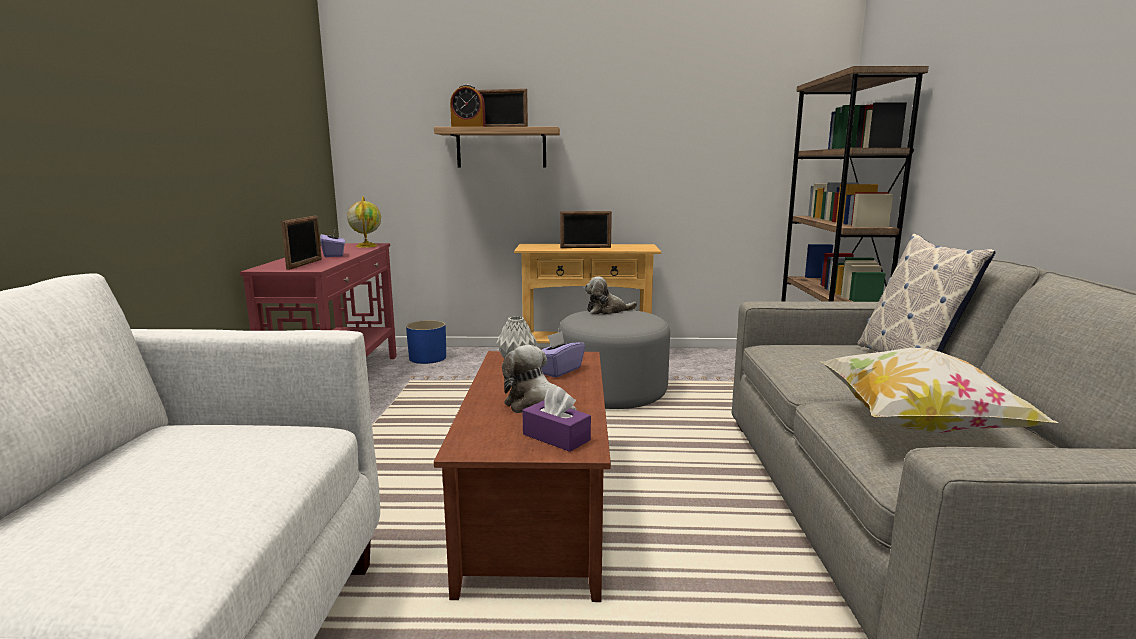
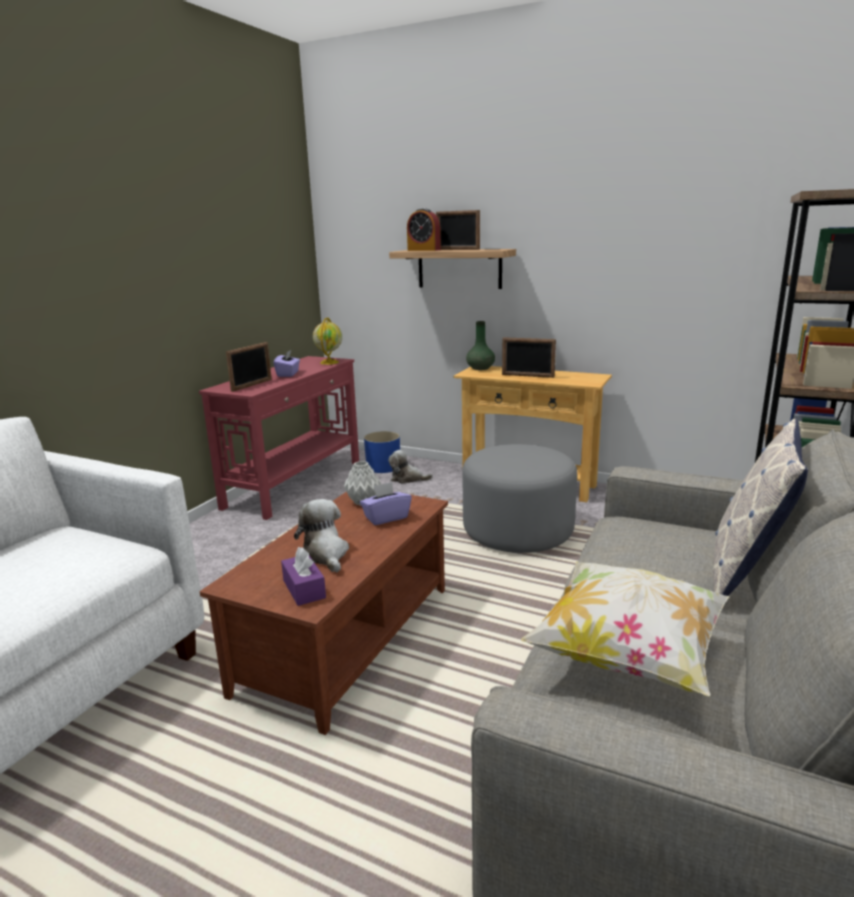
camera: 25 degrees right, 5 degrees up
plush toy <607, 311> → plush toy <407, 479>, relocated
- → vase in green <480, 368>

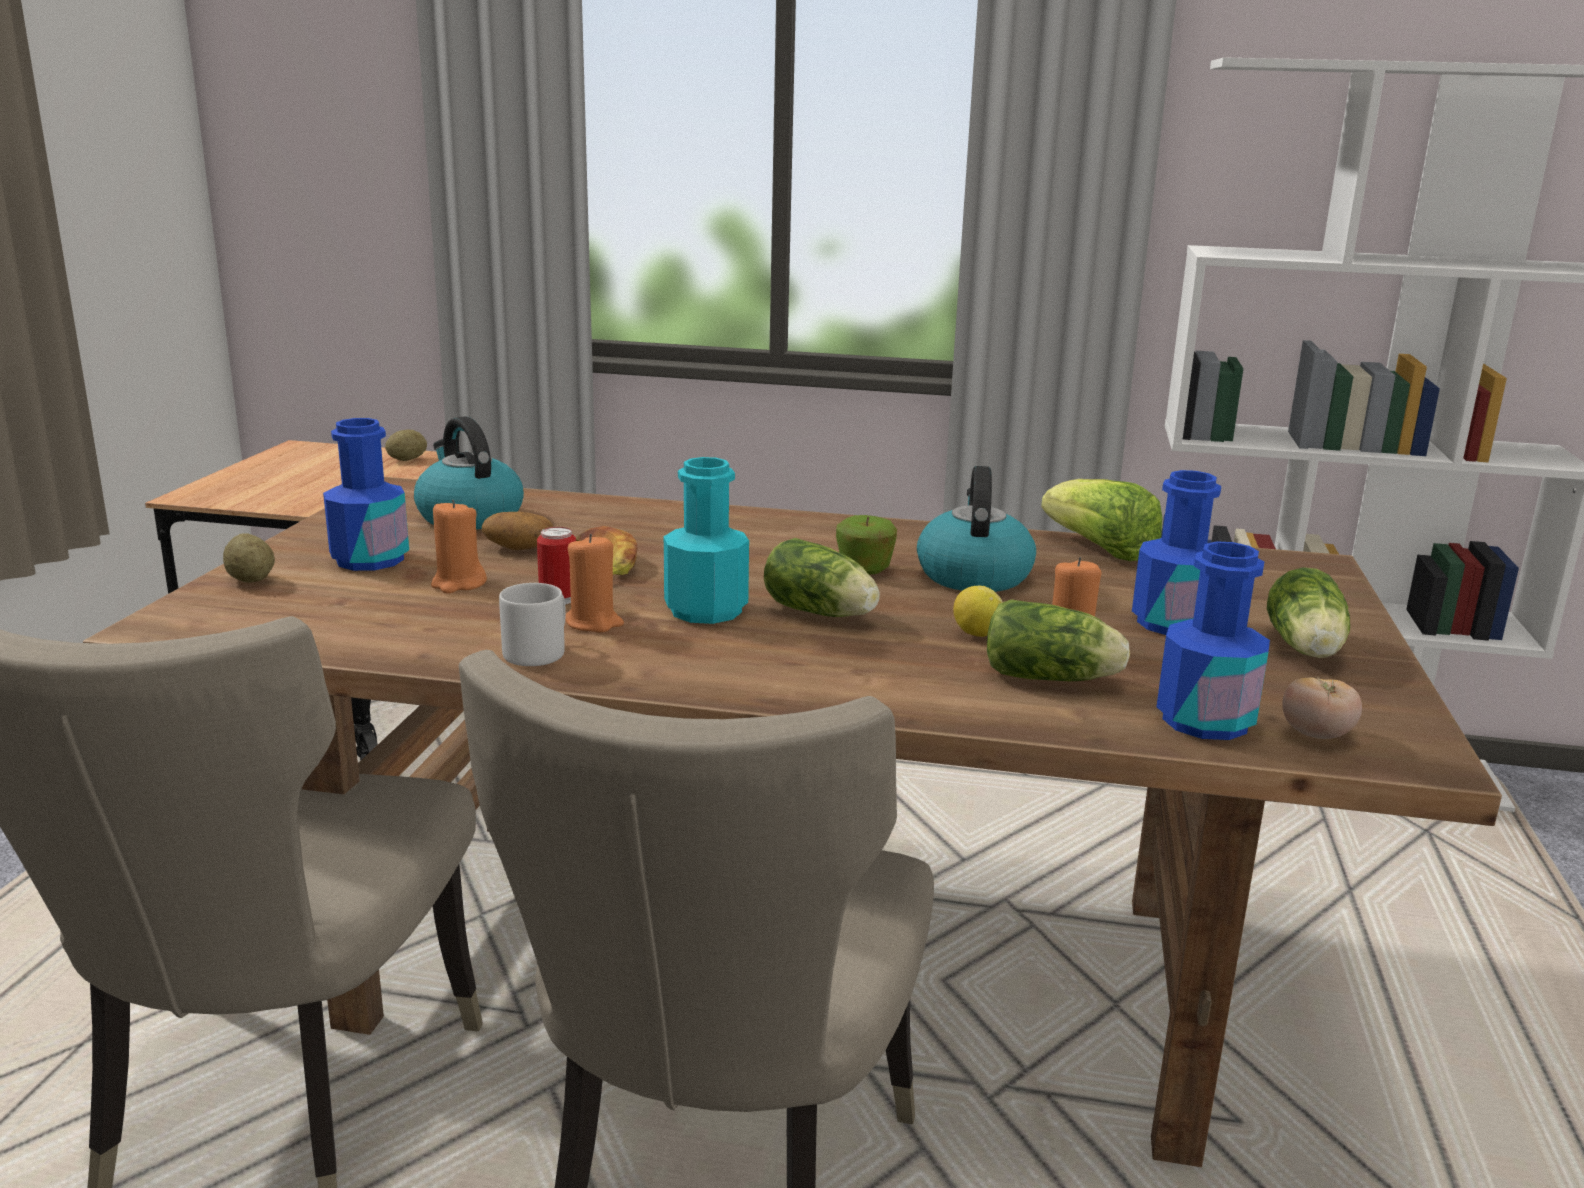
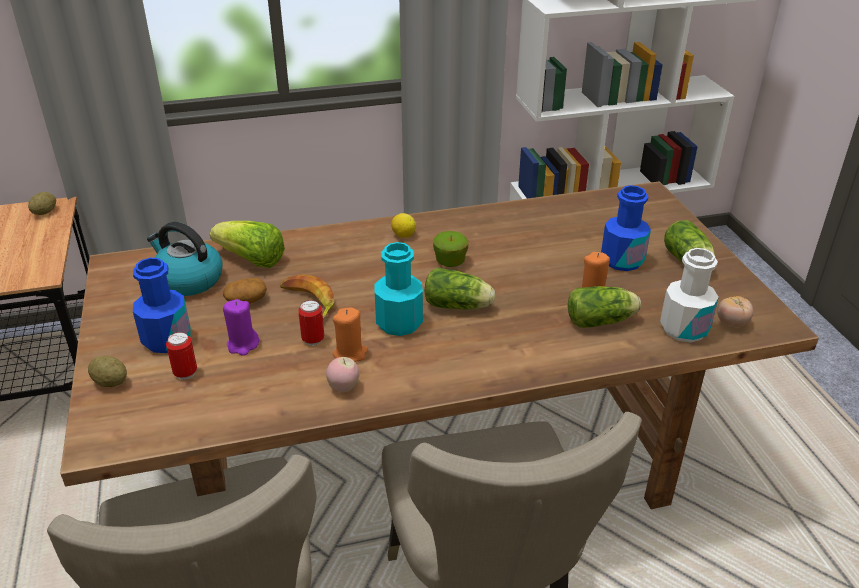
camera: 25 degrees left, 15 degrees up
- → can <185, 373>
lettuce <1100, 550> → lettuce <251, 260>, relocated
candle in orange <458, 584> → candle in purple <243, 345>
mug in grey <539, 652> → apple <343, 387>
lemon <976, 634> → lemon <403, 235>, relocated
bottle in blue <1205, 721> → bottle in white <684, 329>
kettle <973, 575> → -

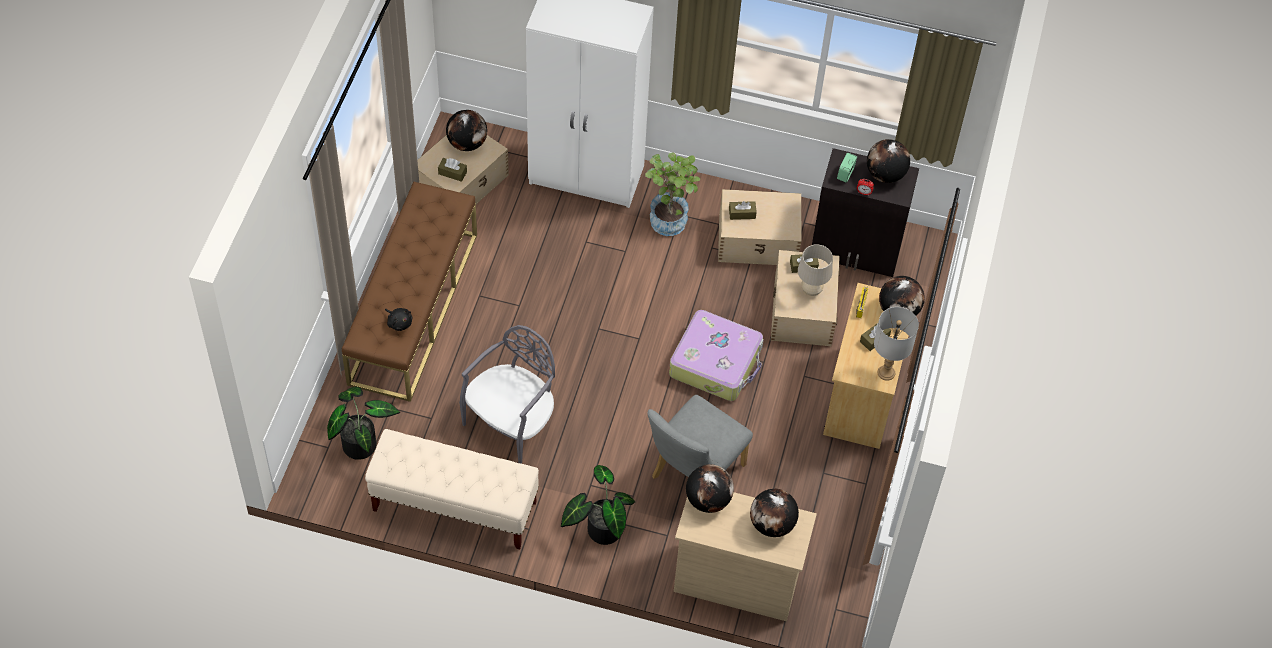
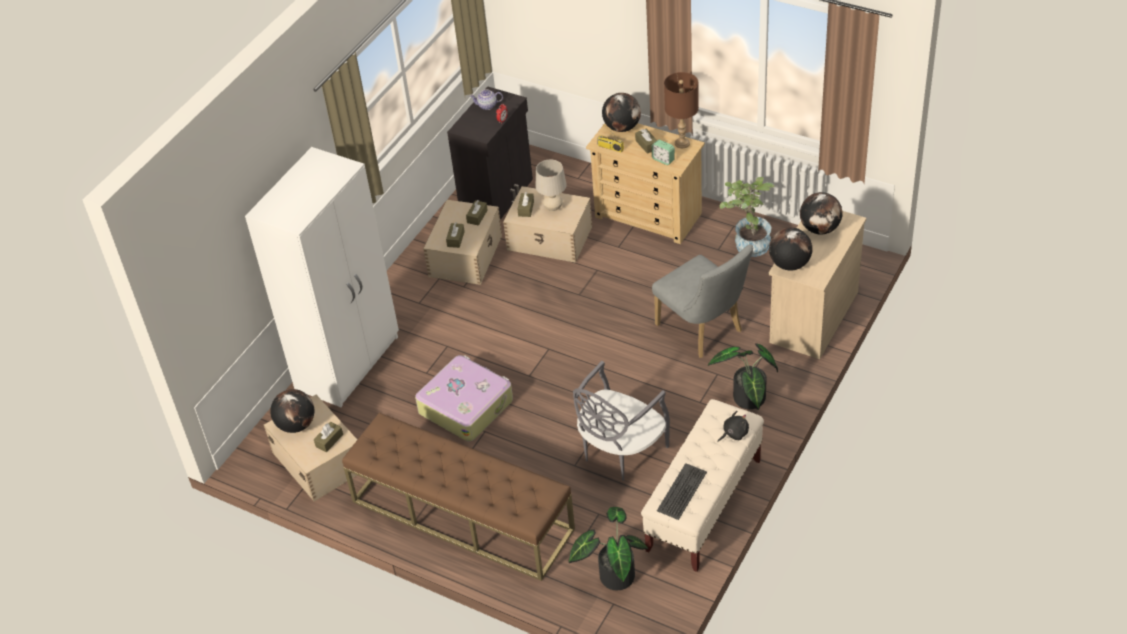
camera: 70 degrees left, 10 degrees down
suitcase <716, 362> → suitcase <466, 405>, relocated
- → tissue box in brown <477, 216>
globe <885, 175> → teapot <487, 105>
chair in grey <512, 424> → chair in grey <620, 451>, 105 degrees counterclockwise
alarm clock <845, 174> → alarm clock <663, 159>, relocated
- → keyboard <682, 492>
table lamp in grey <886, 373> → table lamp in brown <682, 143>
plush toy in black <399, 322> → plush toy in black <734, 433>, relocated
potted plant <670, 217> → potted plant <747, 243>, relocated

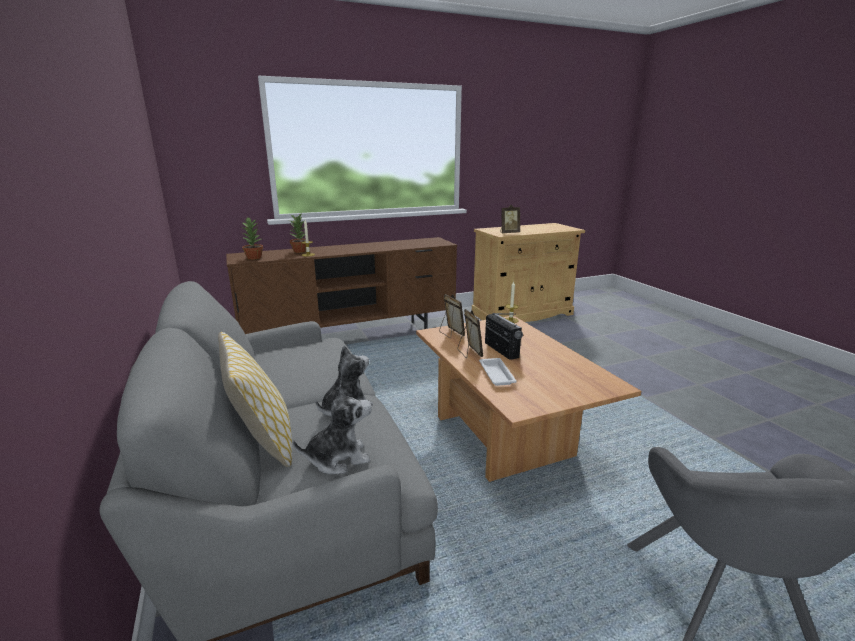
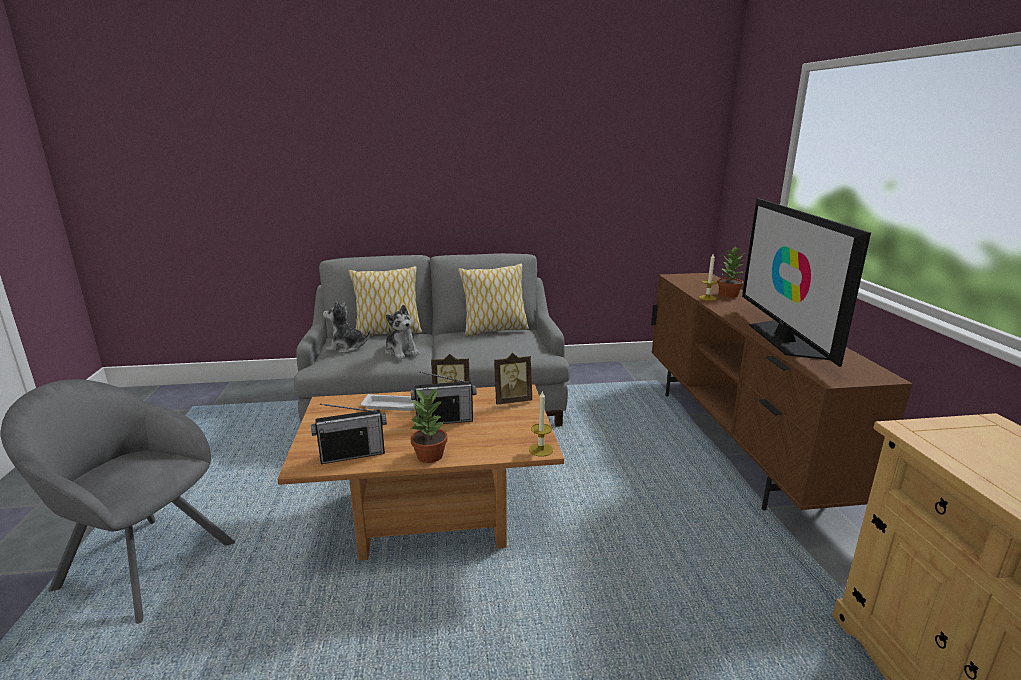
camera: 105 degrees right, 0 degrees up
- → radio <352, 455>
plush toy <338, 458> → plush toy <347, 347>, 105 degrees clockwise
potted plant <254, 258> → potted plant <430, 456>, relocated
- → pillow <494, 330>
- → television <784, 339>
picture frame <508, 233> → -

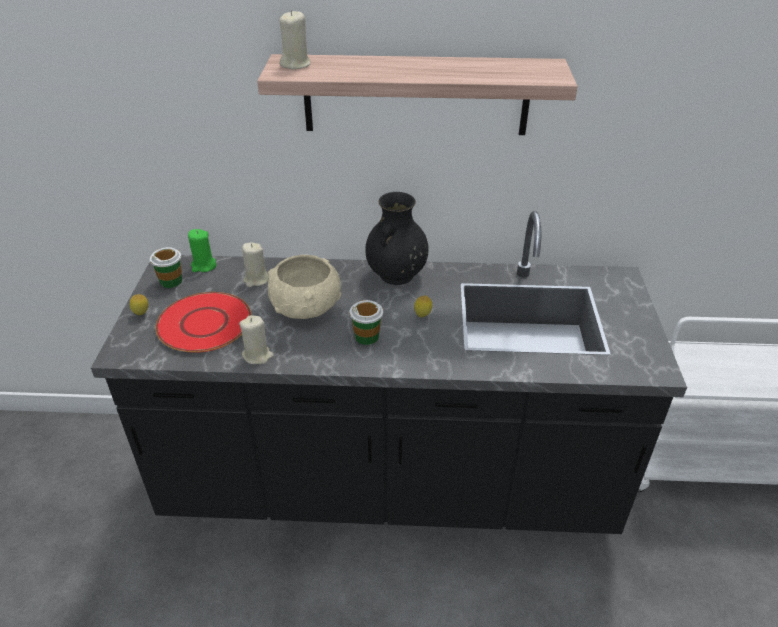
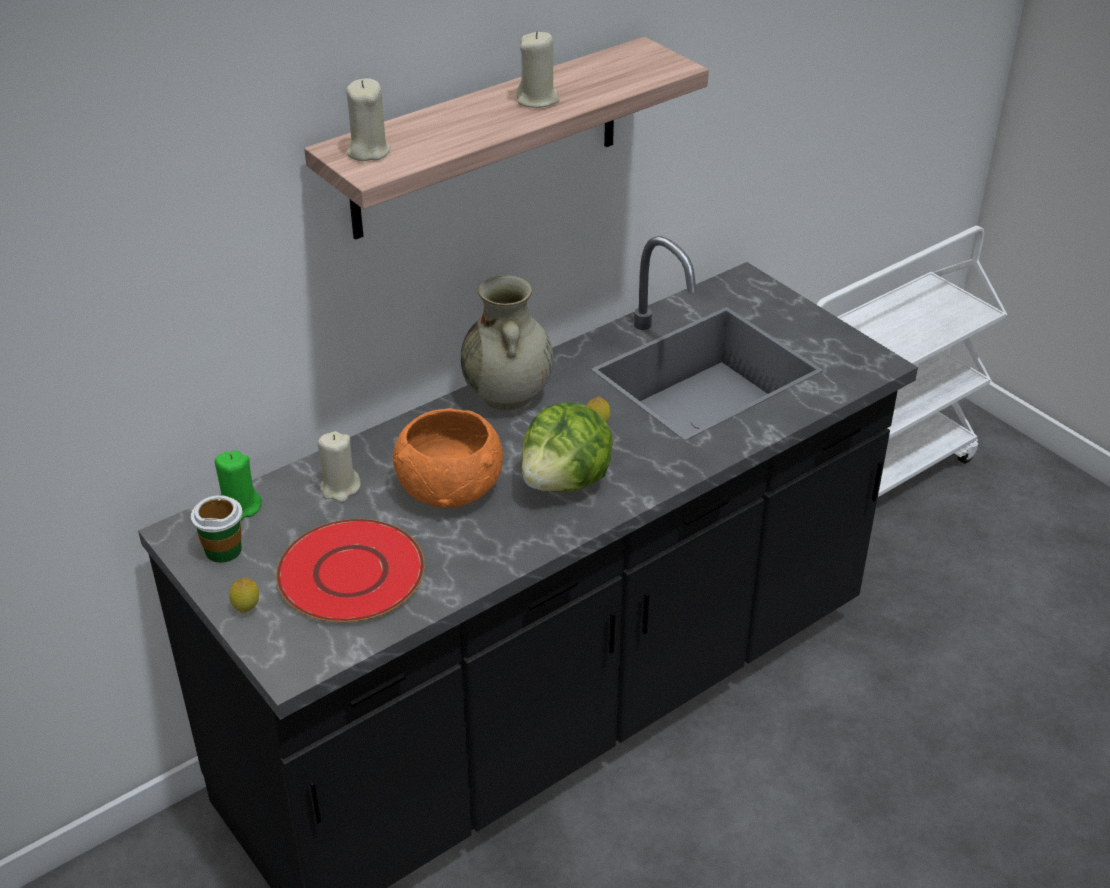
camera: 40 degrees left, 0 degrees up
bowl in beige <305, 307> → bowl in orange <449, 487>
vase in black <396, 276> → vase in beige <508, 396>
candle in beige <257, 355> → candle in beige <538, 100>, relocated
cup <367, 337> → lettuce <566, 482>

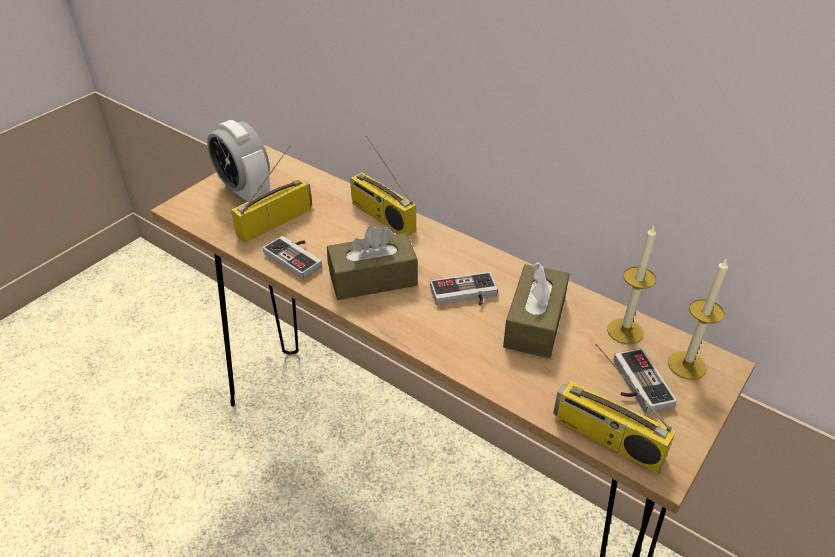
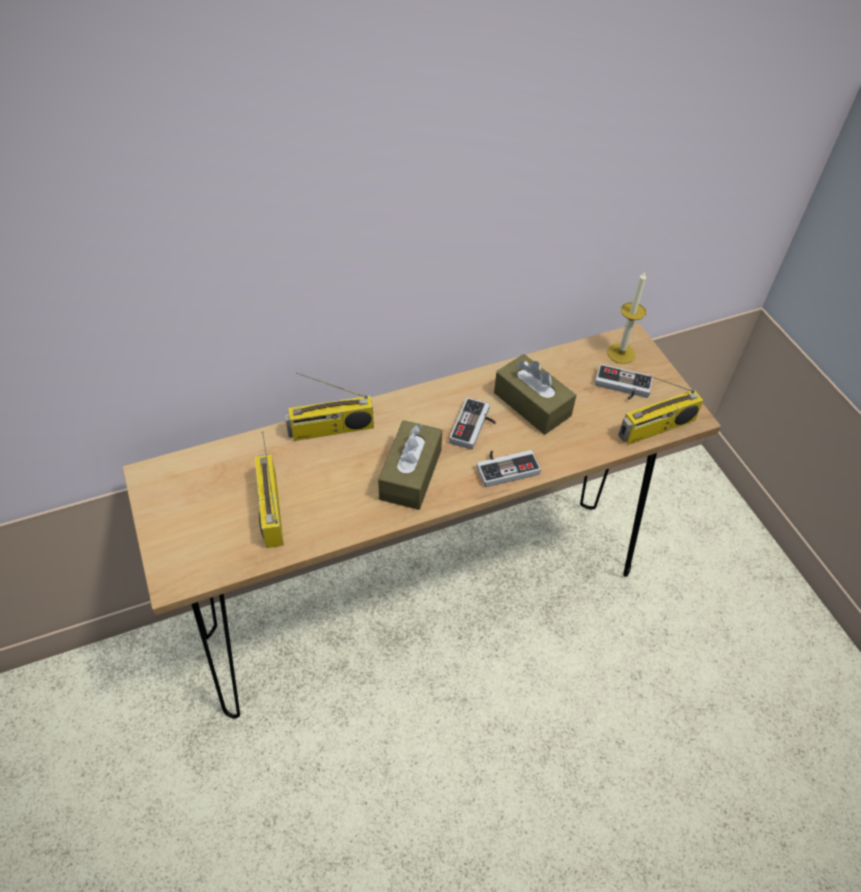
camera: 60 degrees left, 10 degrees up
game controller <297, 258> → game controller <505, 466>, relocated
alarm clock <245, 193> → -
candle <625, 331> → -

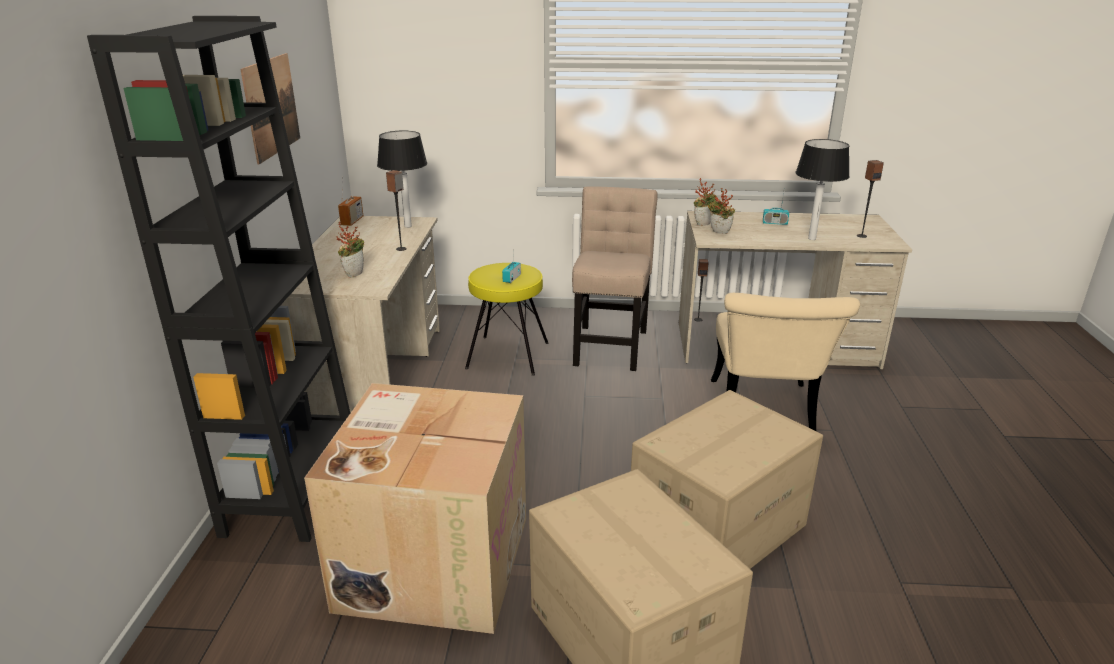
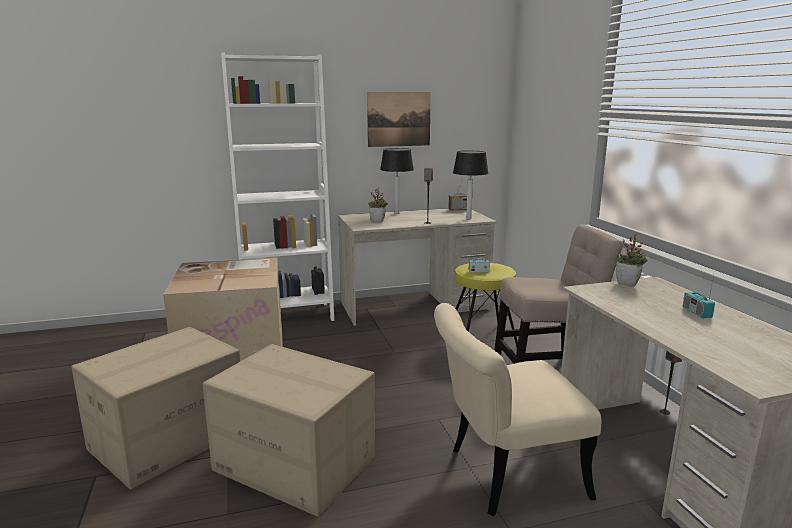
camera: 70 degrees right, 10 degrees down
bookcase in black <293, 488> → bookcase in white <288, 316>
table lamp <811, 238> → table lamp <397, 213>, relocated
potted plant <718, 233> → -
speaker <861, 236> → -

